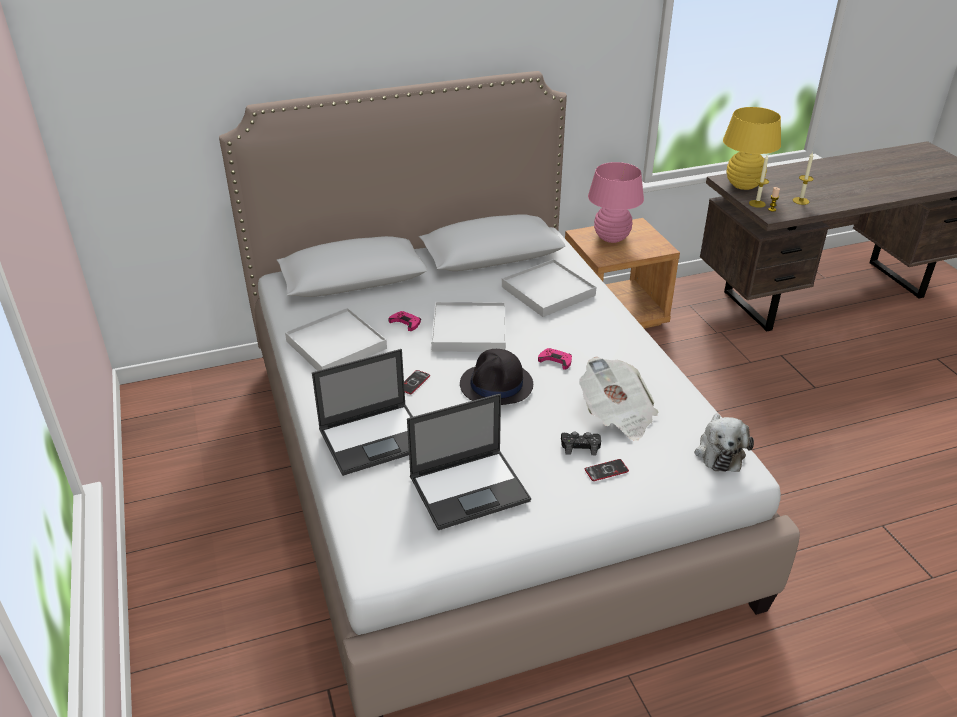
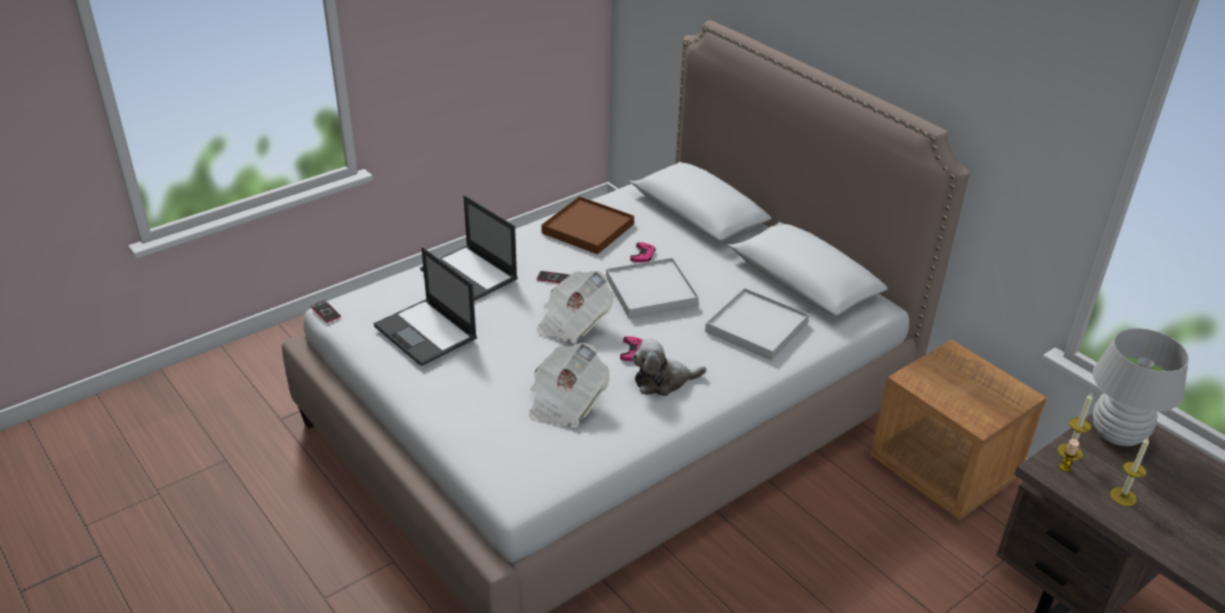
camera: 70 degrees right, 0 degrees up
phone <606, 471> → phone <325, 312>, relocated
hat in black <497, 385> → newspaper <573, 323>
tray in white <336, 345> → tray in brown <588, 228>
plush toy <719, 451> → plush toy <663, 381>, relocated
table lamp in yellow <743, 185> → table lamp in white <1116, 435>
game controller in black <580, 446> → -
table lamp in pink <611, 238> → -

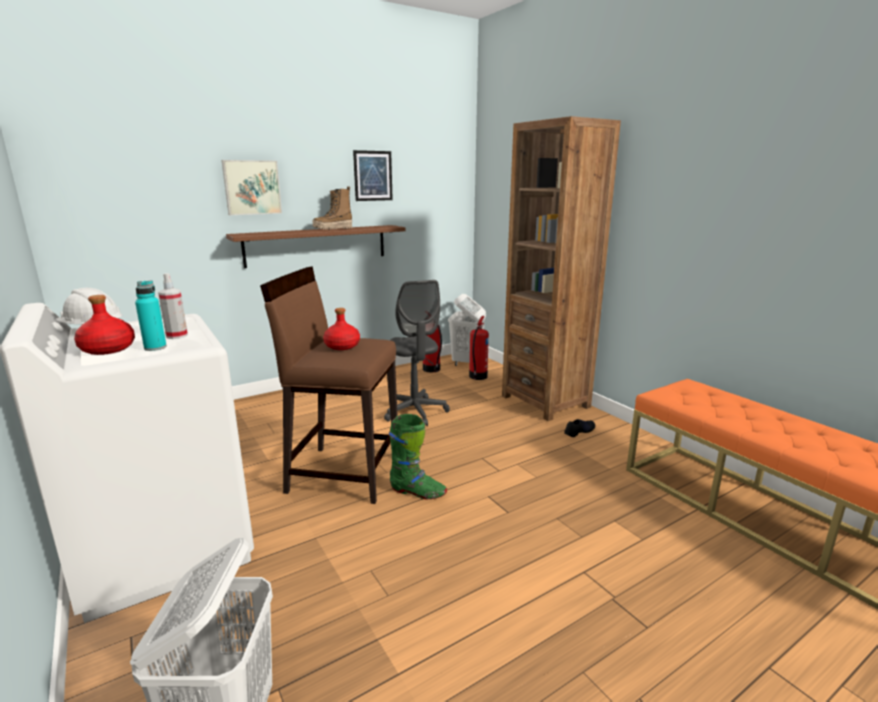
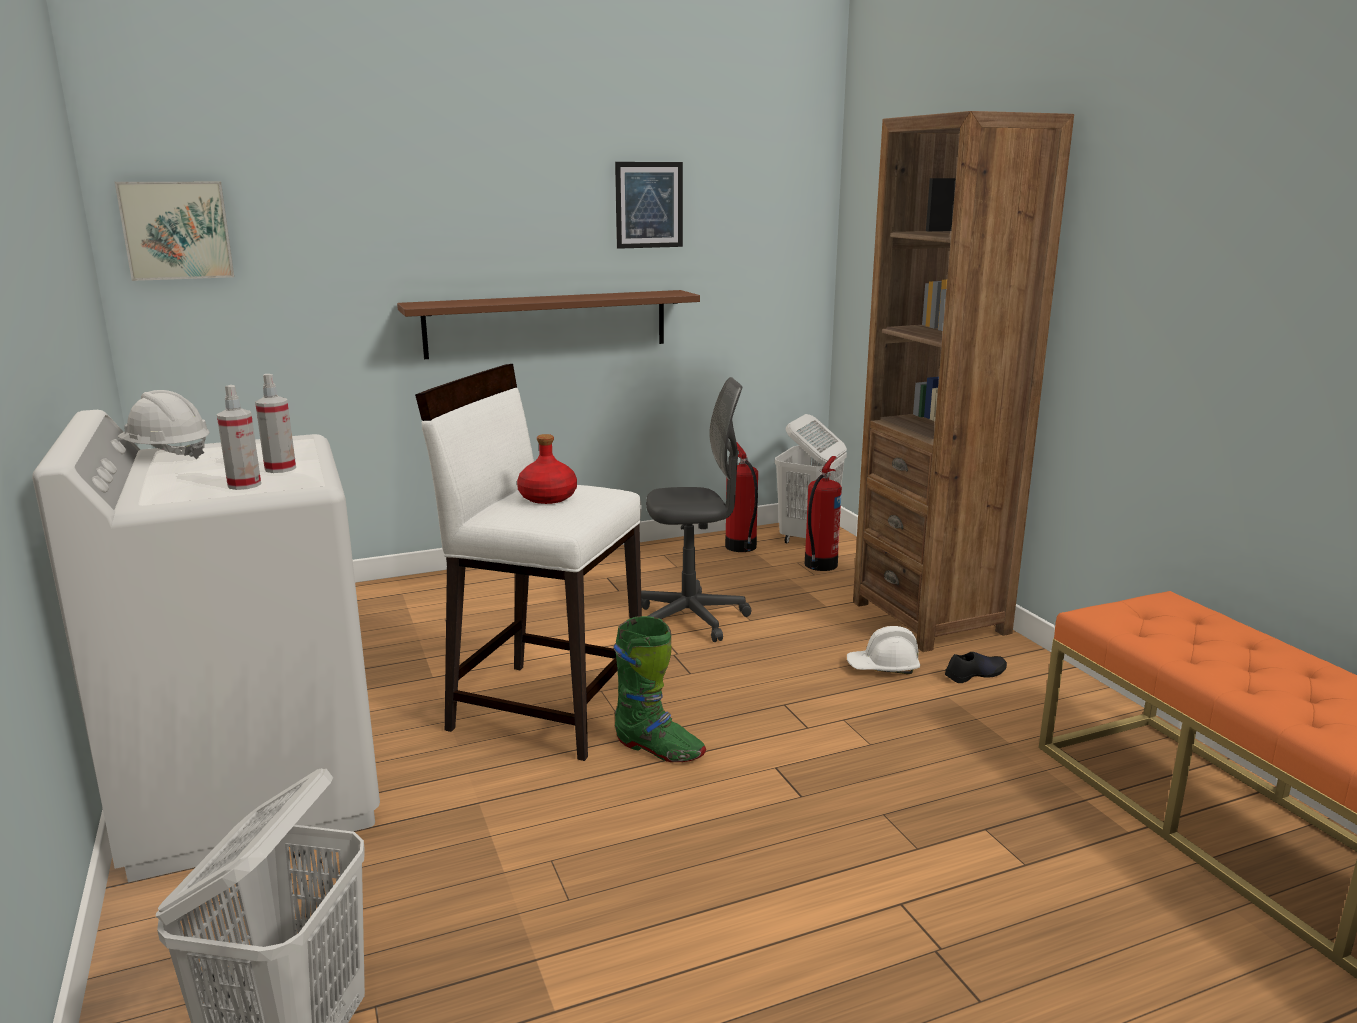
camera: 10 degrees right, 0 degrees up
picture <252, 187> → picture <177, 230>, relocated
bottle in turquoise <155, 347> → spray bottle <244, 485>
stool in brown <343, 473> → stool in white <546, 708>
office chair in grey <415, 412> → office chair in grey <691, 619>, 90 degrees counterclockwise
- → hard hat in white <883, 667>
bottle in red <107, 349> → -
boot <333, 229> → -

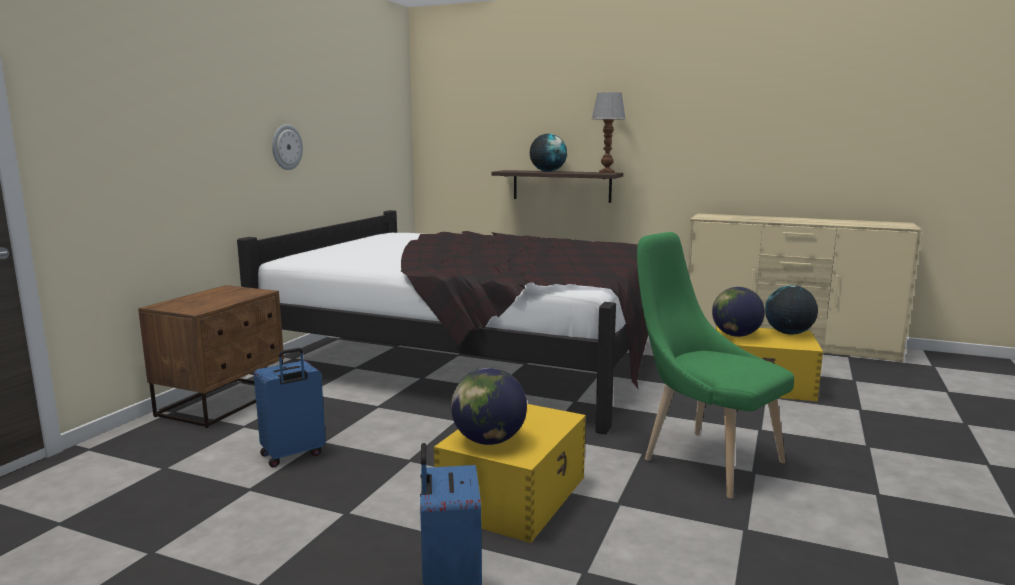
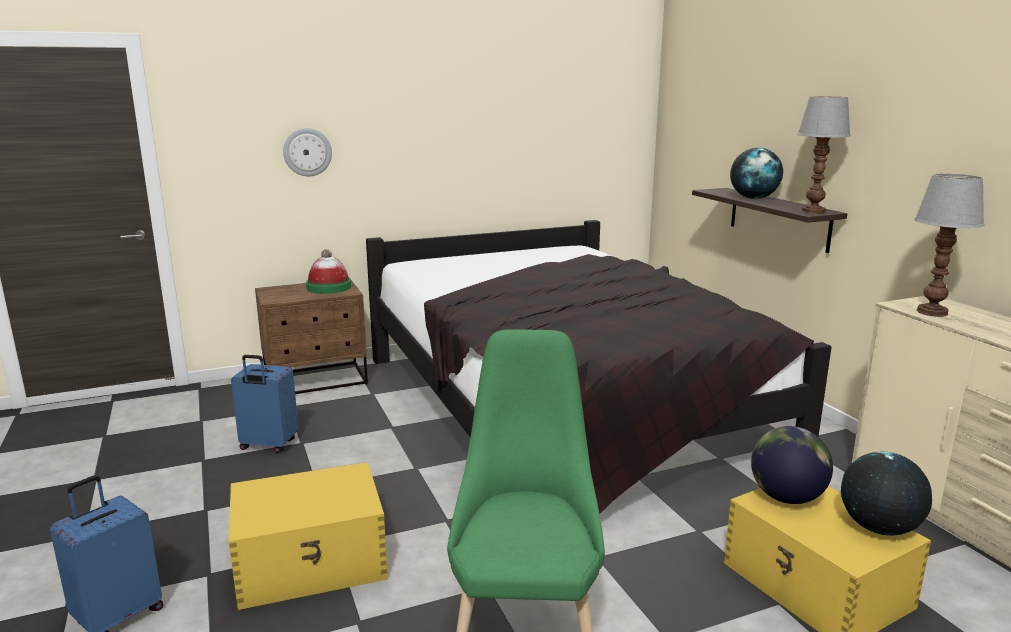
camera: 45 degrees right, 5 degrees up
wall clock <286, 147> → wall clock <307, 152>, relocated
- → hat <329, 287>
- → table lamp <931, 312>
globe <488, 440> → -

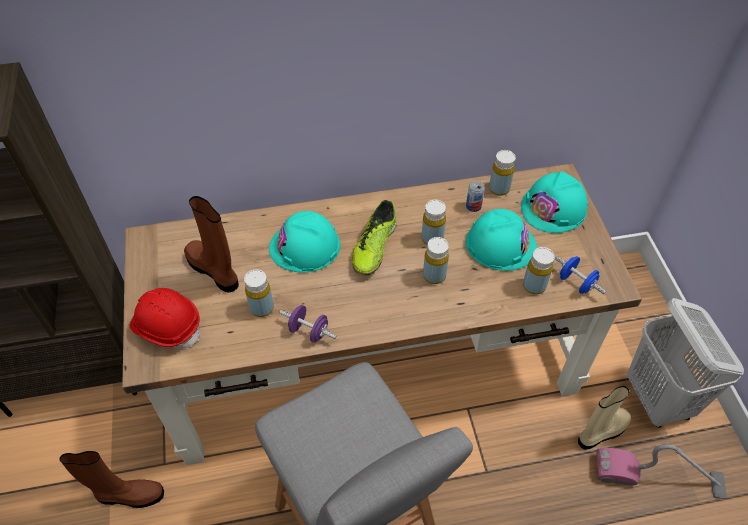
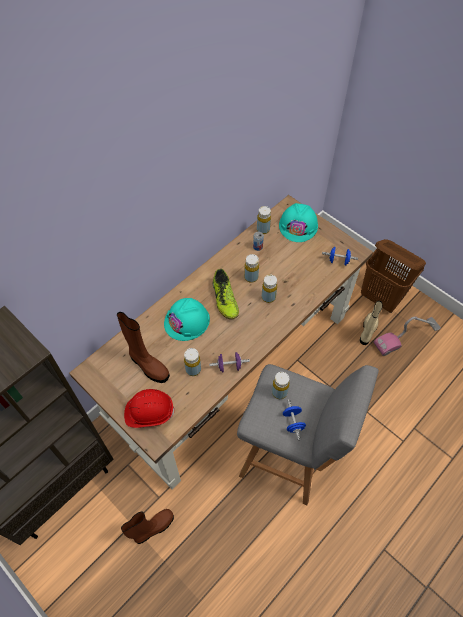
camera: 35 degrees left, 5 degrees up
boot in brown <214, 271> → boot in brown <147, 365>, 150 degrees counterclockwise
bottle in yellow <534, 286> → bottle in yellow <279, 392>, relocated
- → dumbbell in blue <293, 422>
laundry basket in white <658, 399> → laundry basket in brown <381, 298>
hard hat in turquoise <500, 244> → -

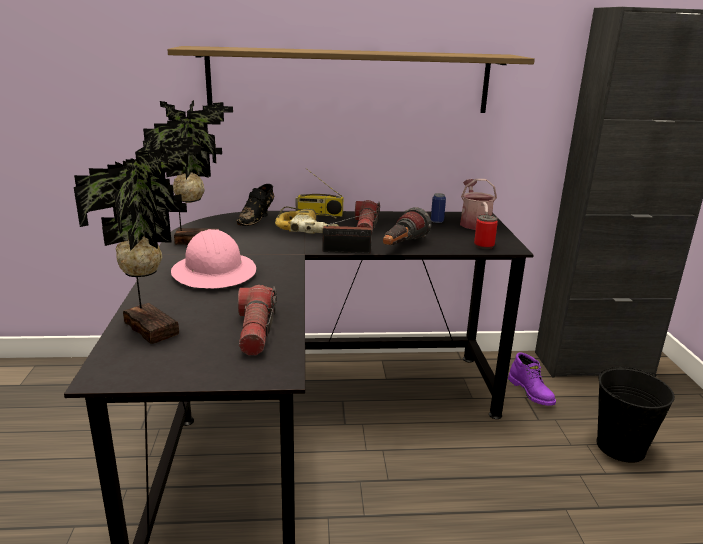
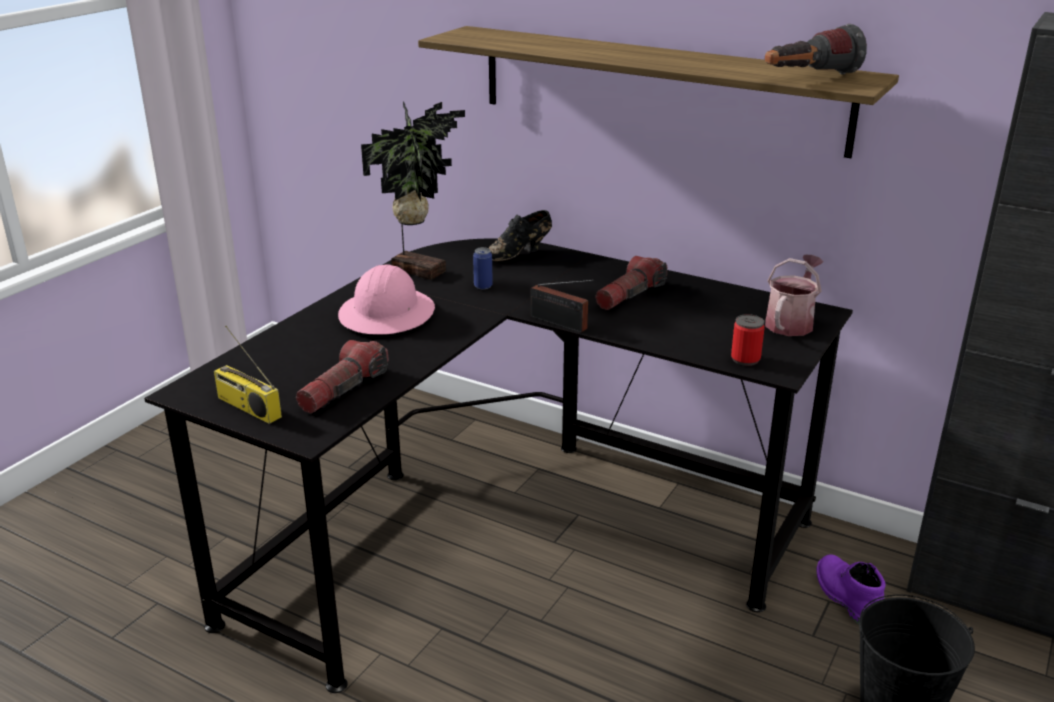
camera: 35 degrees right, 5 degrees up
radio <319, 214> → radio <247, 407>, relocated
can <437, 221> → can <483, 286>, relocated
flashlight <402, 246> → flashlight <808, 78>, relocated
boot in purple <531, 392> → boot in purple <846, 598>, 150 degrees clockwise
potted plant <154, 327> → -
power drill <308, 228> → -

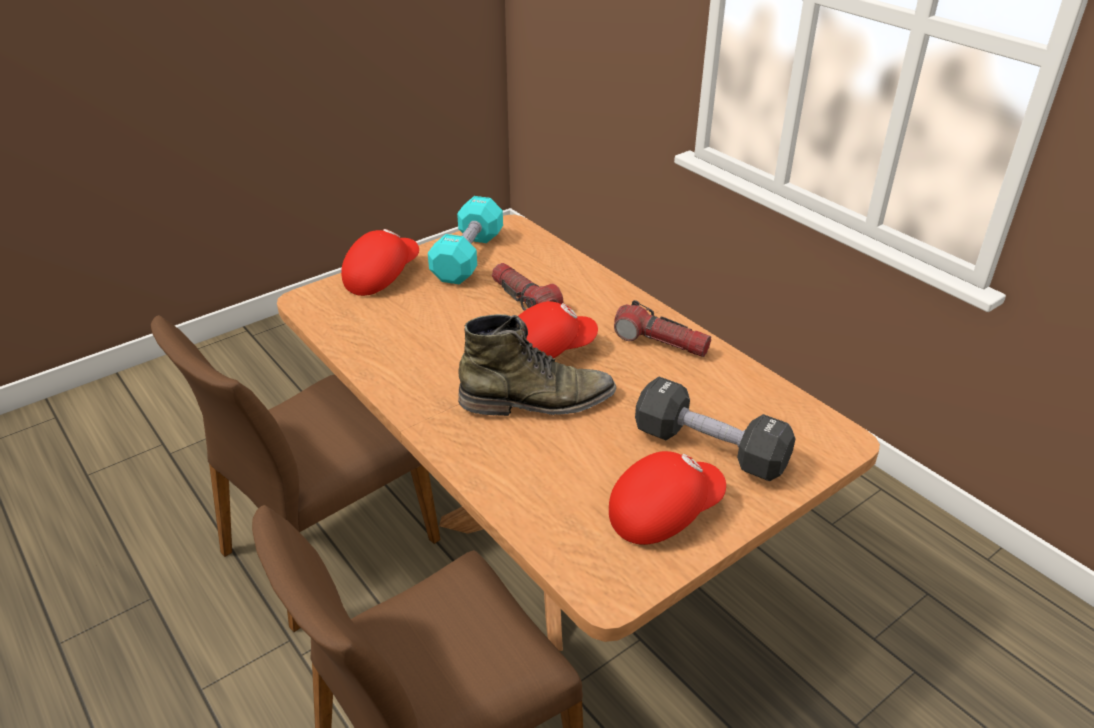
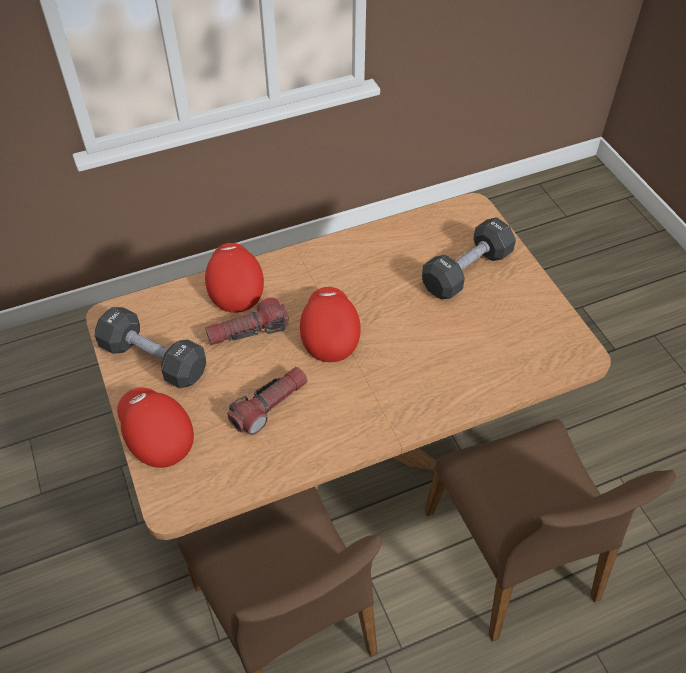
camera: 75 degrees left, 15 degrees up
dumbbell in turquoise <468, 257> → dumbbell in black <154, 359>
cap in red <663, 512> → cap in red <234, 286>, relocated
flashlight <660, 342> → flashlight <269, 406>, relocated
boot in green <538, 401> → -

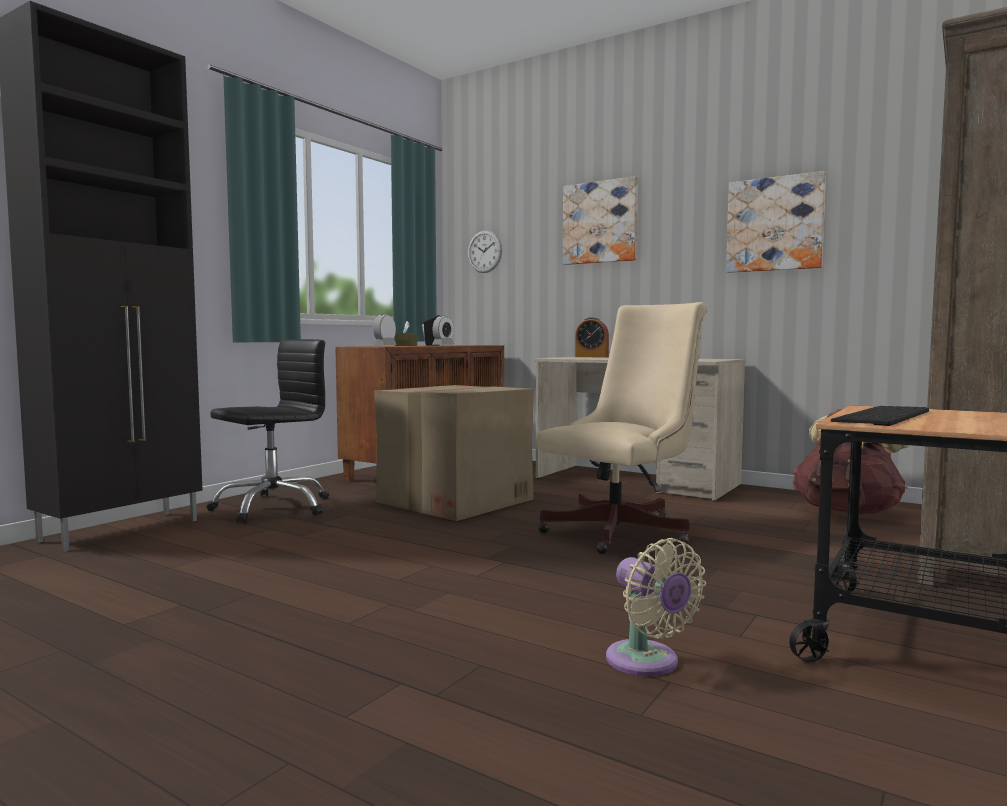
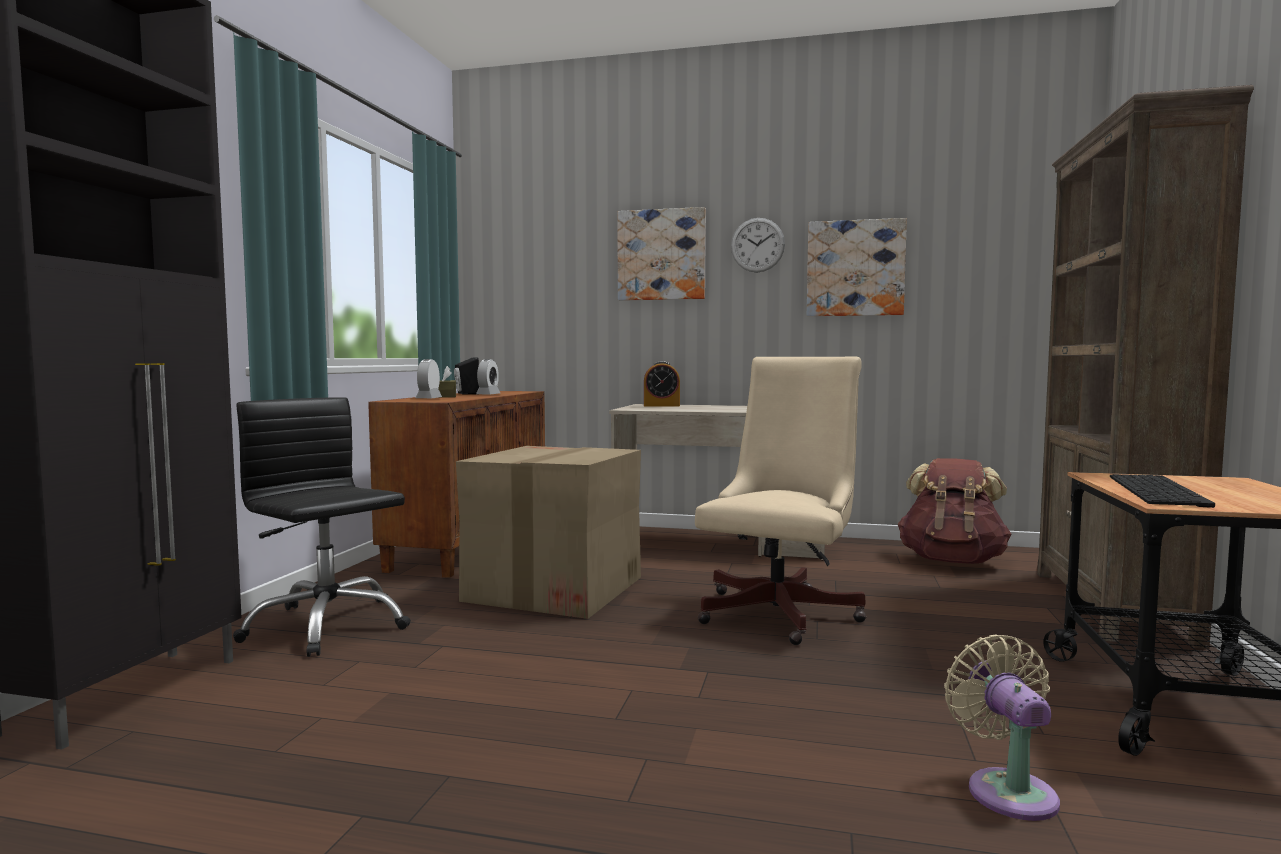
camera: 20 degrees left, 0 degrees up
office chair in black <272, 507> → office chair in black <326, 626>, 75 degrees counterclockwise
wall clock <484, 251> → wall clock <757, 245>, relocated
fan in beige <647, 663> → fan in beige <1007, 789>, 135 degrees counterclockwise

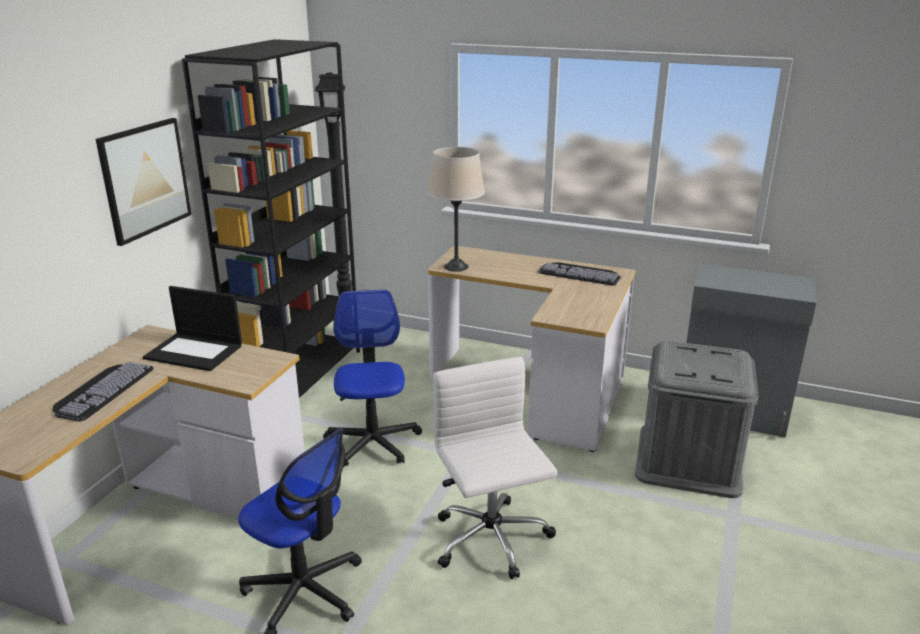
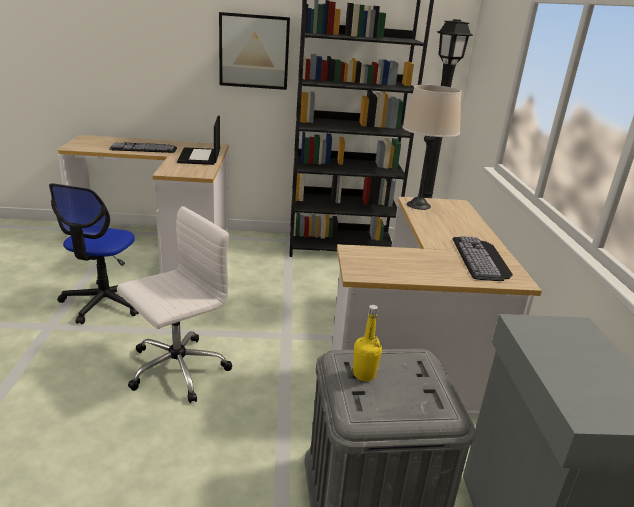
camera: 65 degrees right, 0 degrees up
- → bottle in yellow <364, 374>
office chair <373, 442> → -

